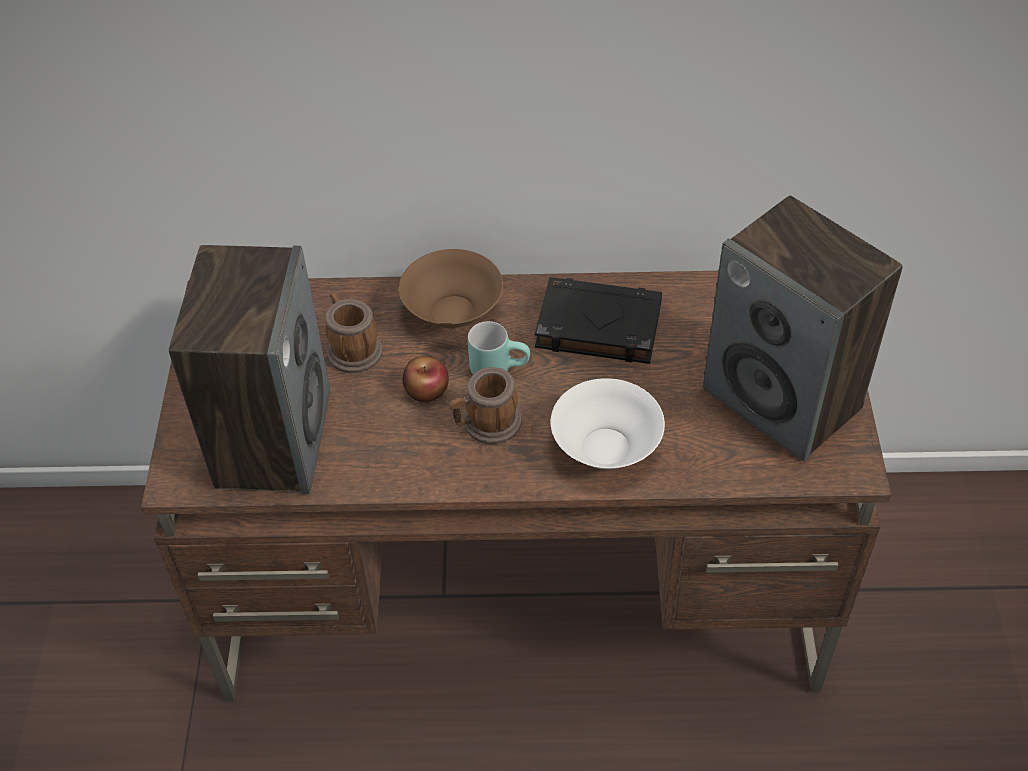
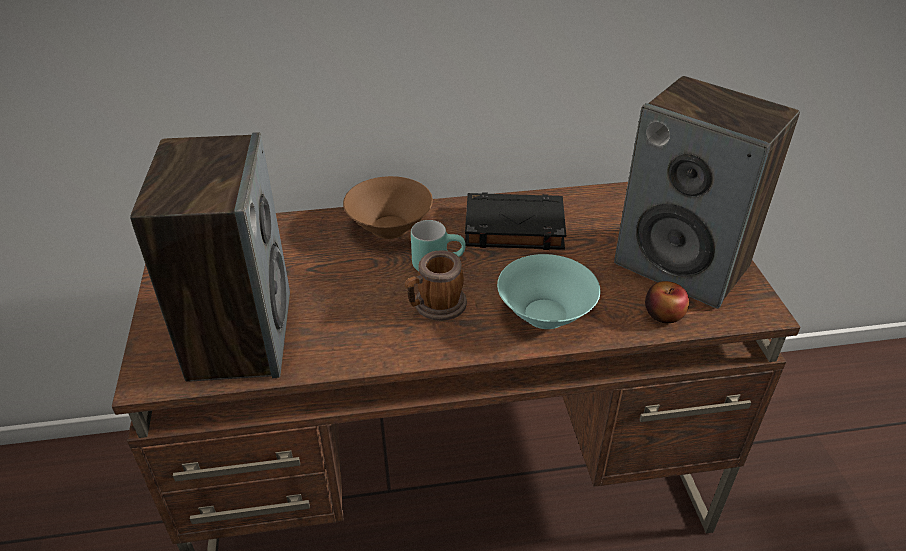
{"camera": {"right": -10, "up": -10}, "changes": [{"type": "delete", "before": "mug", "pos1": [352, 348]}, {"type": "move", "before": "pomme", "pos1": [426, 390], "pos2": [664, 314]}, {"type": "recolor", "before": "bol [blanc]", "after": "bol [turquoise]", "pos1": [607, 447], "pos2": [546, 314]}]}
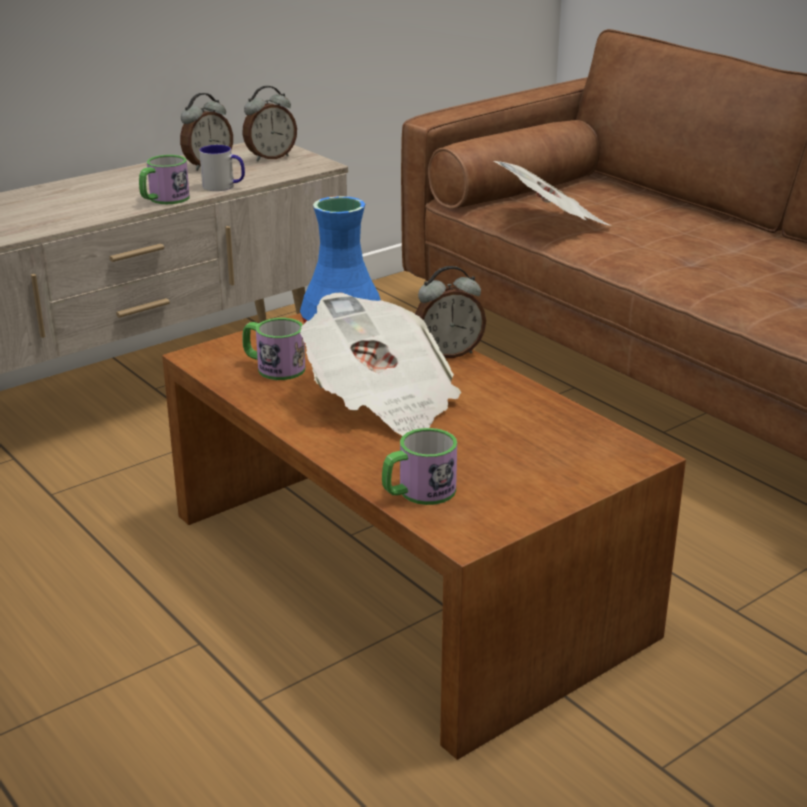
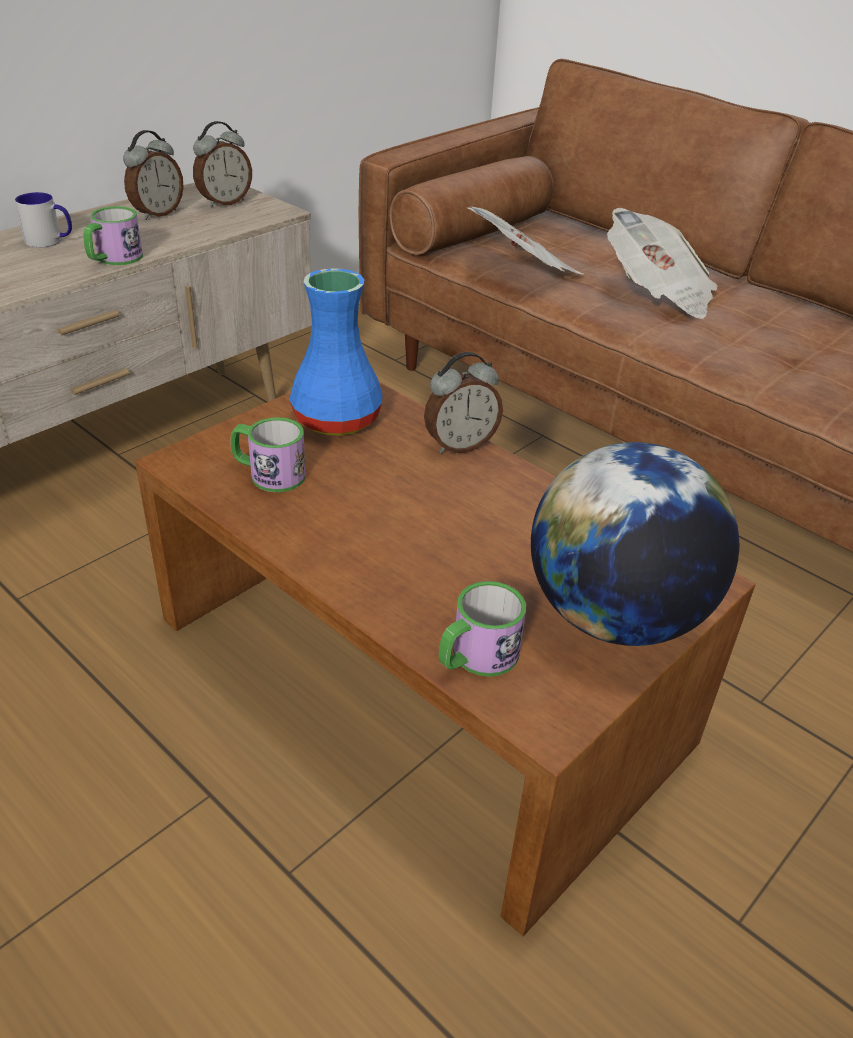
{"camera": {"right": -10, "up": 10}, "changes": [{"type": "insert", "after": "globe", "pos2": [615, 616]}, {"type": "move", "before": "mug", "pos1": [224, 186], "pos2": [50, 241]}, {"type": "move", "before": "journal", "pos1": [382, 402], "pos2": [657, 294]}]}
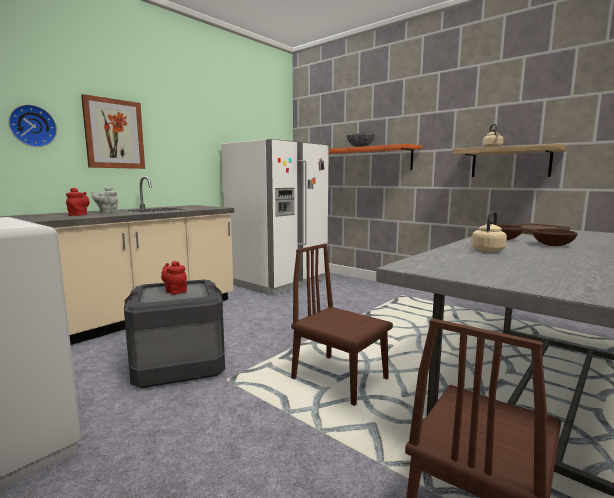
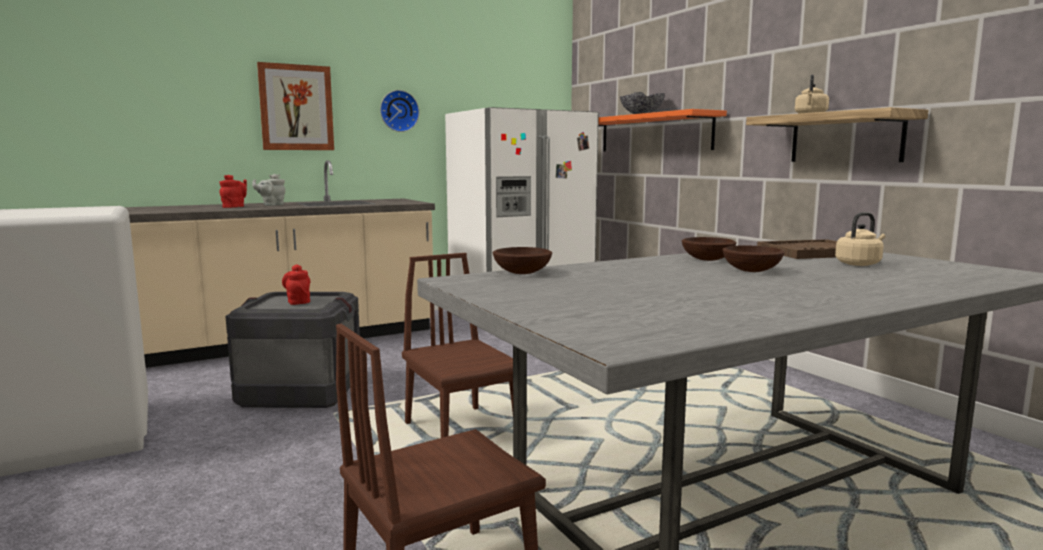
{"camera": {"right": 20, "up": 0}, "changes": [{"type": "insert", "after": "bol [marron]", "pos2": [523, 273]}, {"type": "move", "before": "horloge murale", "pos1": [32, 126], "pos2": [398, 111]}, {"type": "move", "before": "bouilloire [beige]", "pos1": [488, 250], "pos2": [859, 264]}]}
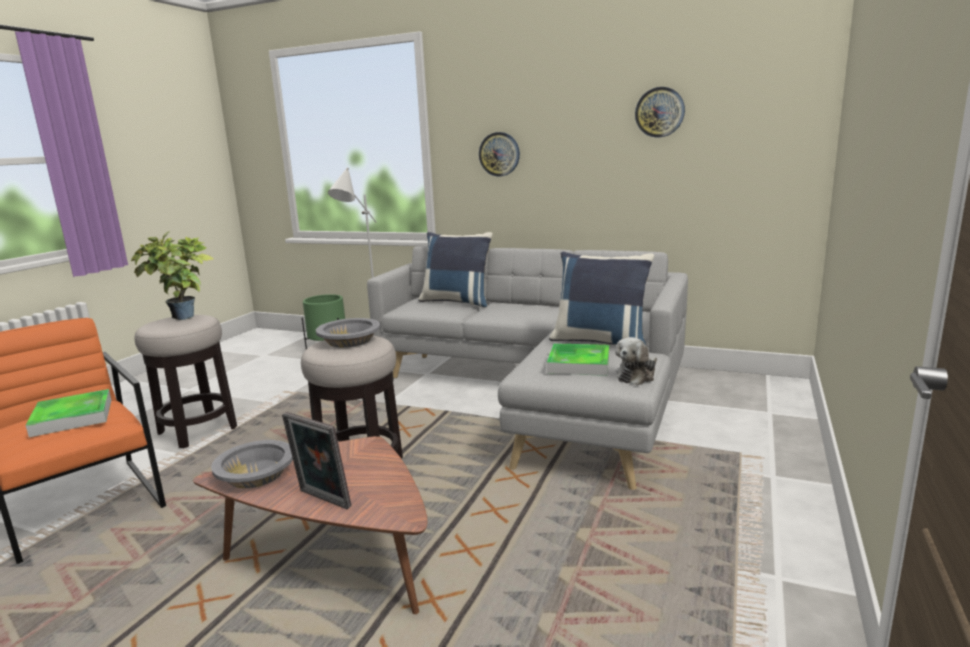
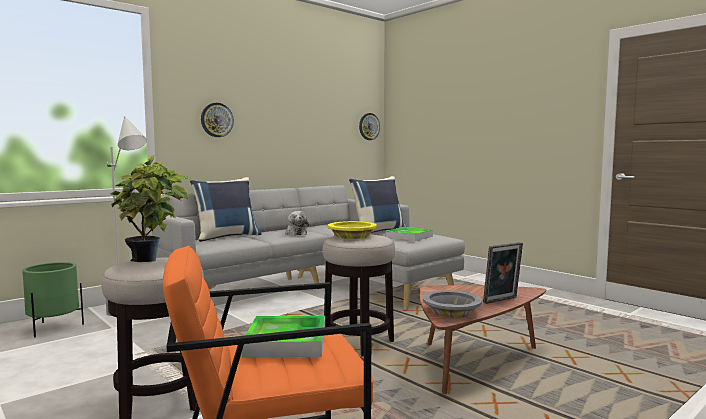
{"camera": {"right": -65, "up": -10}, "changes": [{"type": "move", "before": "peluche", "pos1": [637, 376], "pos2": [296, 233]}, {"type": "move", "before": "horloge murale", "pos1": [659, 112], "pos2": [369, 126]}, {"type": "recolor", "before": "bol [gris]", "after": "bol [jaune]", "pos1": [349, 340], "pos2": [352, 236]}]}
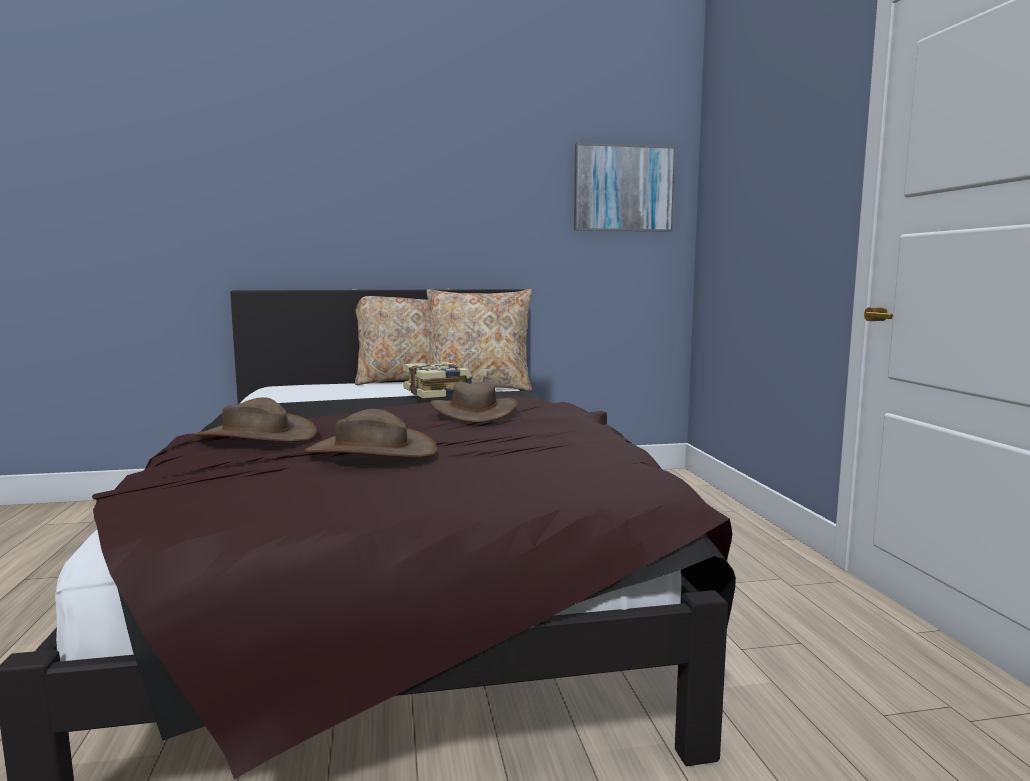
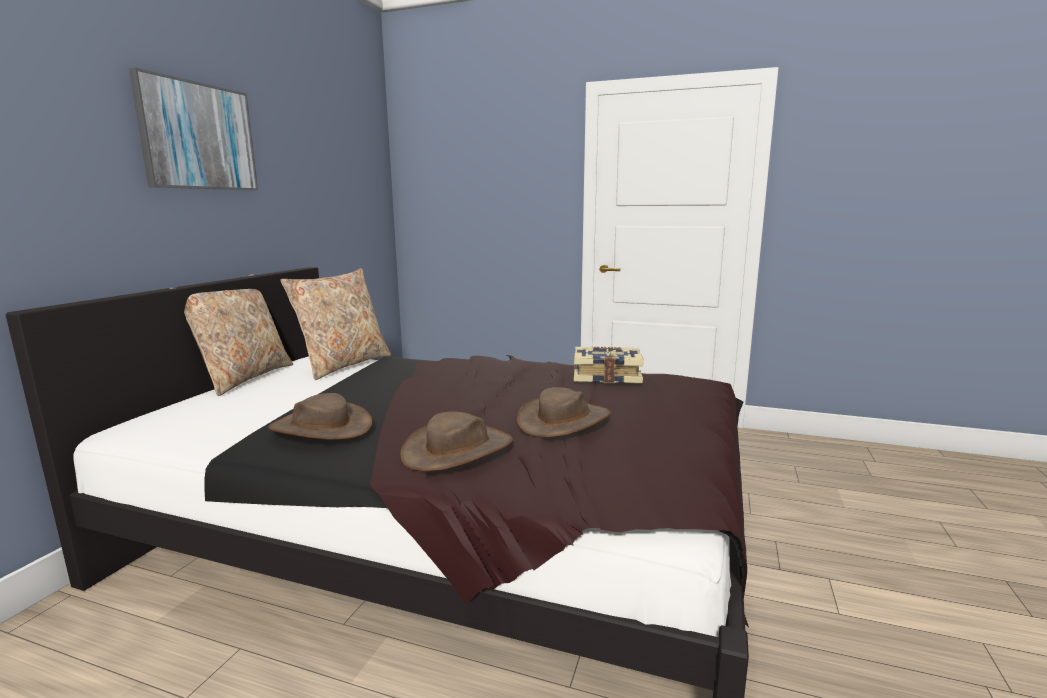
{"camera": {"right": -60, "up": 5}, "changes": [{"type": "move", "before": "livre", "pos1": [438, 393], "pos2": [606, 376]}, {"type": "move", "before": "chapeau [marron]", "pos1": [474, 412], "pos2": [321, 427]}, {"type": "move", "before": "tableau", "pos1": [623, 188], "pos2": [198, 136]}]}
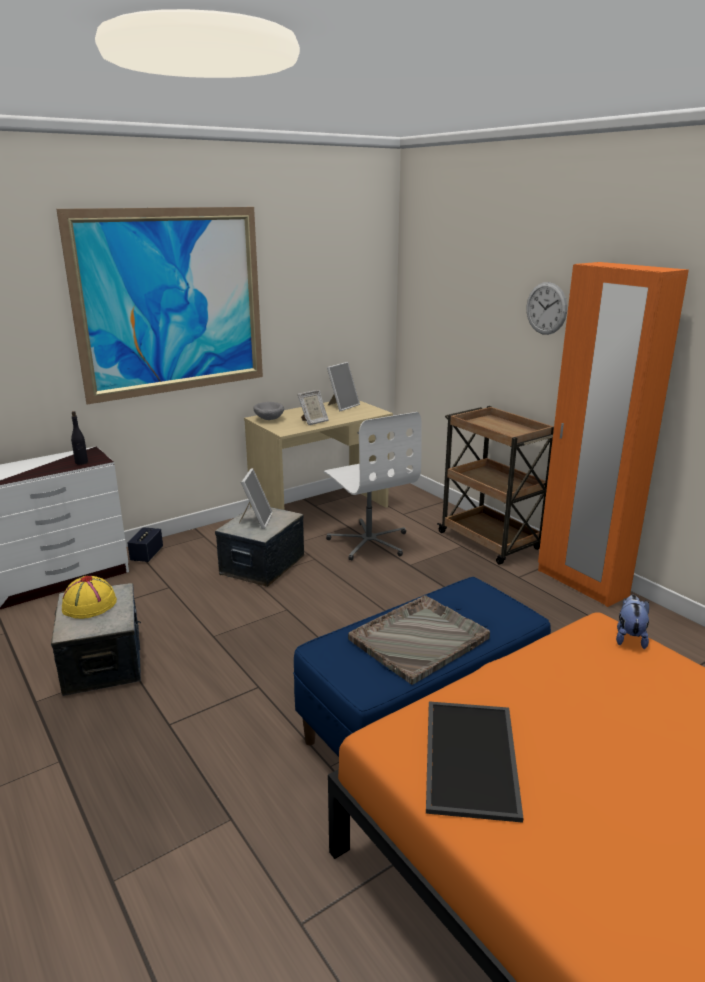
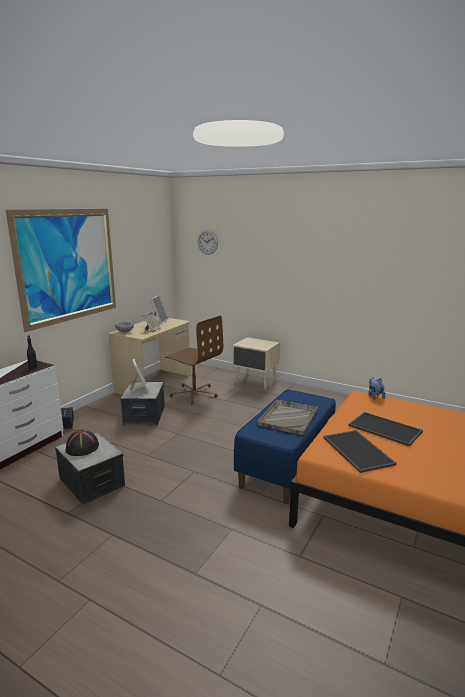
{"camera": {"right": -25, "up": -5}, "changes": [{"type": "delete", "before": "armoire [orange]", "pos1": [581, 583]}, {"type": "insert", "after": "plateau", "pos2": [383, 429]}, {"type": "move", "before": "horloge murale", "pos1": [546, 308], "pos2": [207, 242]}, {"type": "replace", "before": "chariot [marron]", "after": "table de chevet [beige]", "pos1": [490, 541], "pos2": [255, 382]}, {"type": "recolor", "before": "chapeau [jaune]", "after": "chapeau [noir]", "pos1": [89, 605], "pos2": [82, 448]}, {"type": "recolor", "before": "chaise de bureau [blanc]", "after": "chaise de bureau [marron]", "pos1": [369, 542], "pos2": [194, 393]}]}
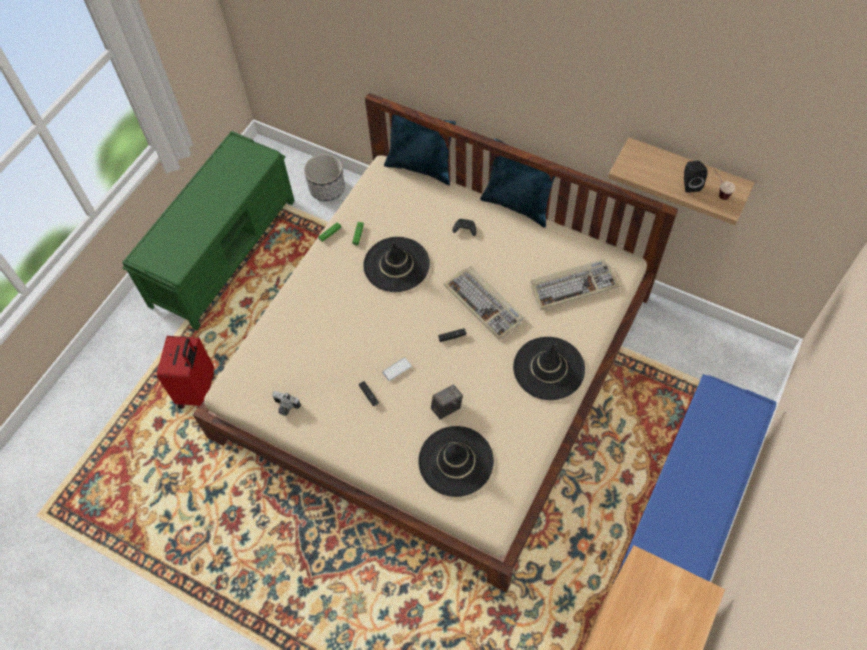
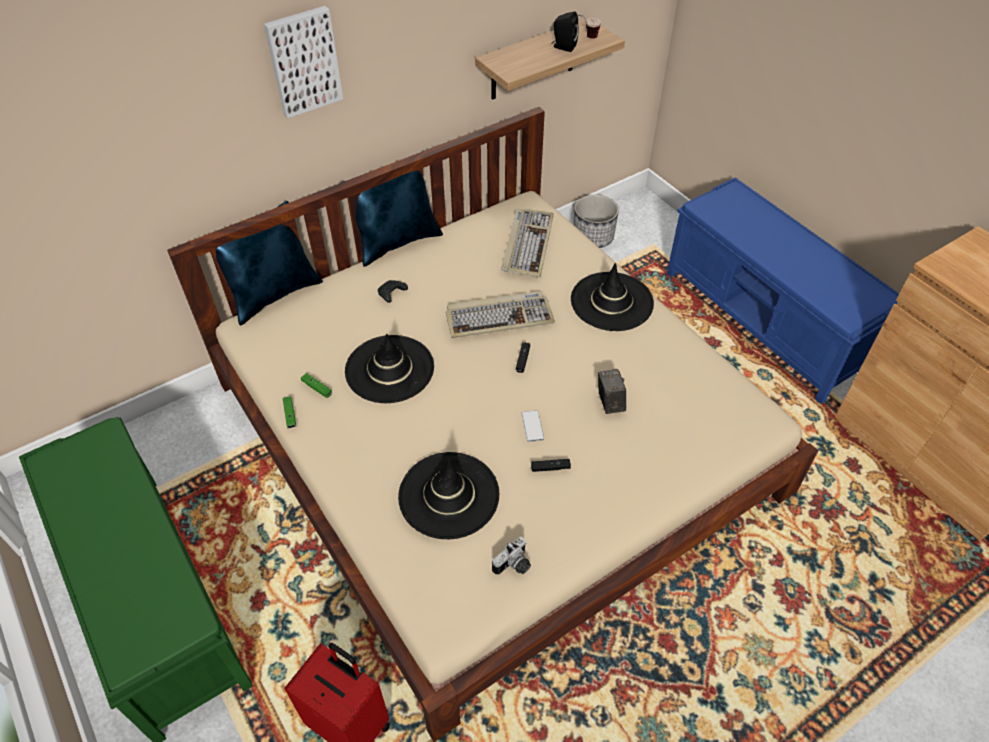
{"camera": {"right": -65, "up": -10}, "changes": [{"type": "insert", "after": "tableau", "pos2": [303, 61]}, {"type": "move", "before": "cache-pot", "pos1": [327, 189], "pos2": [593, 237]}, {"type": "move", "before": "chapeau [noir]", "pos1": [456, 461], "pos2": [448, 495]}]}
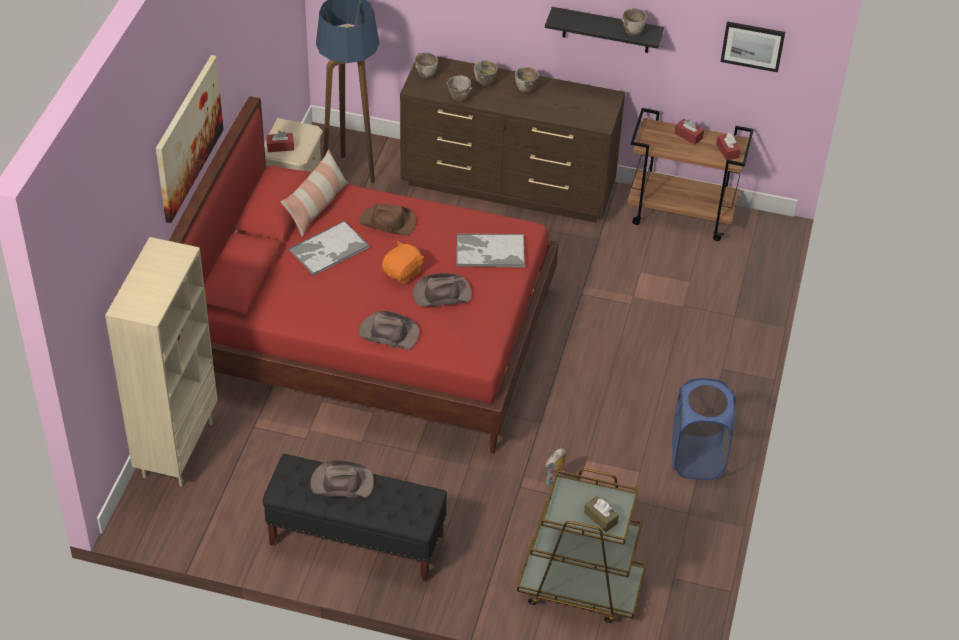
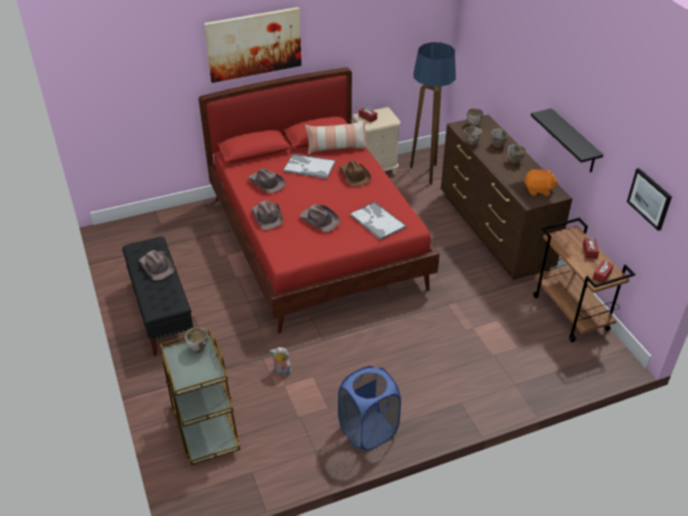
{"camera": {"right": 55, "up": -5}, "changes": [{"type": "delete", "before": "bibliothèque [beige]", "pos1": [177, 449]}, {"type": "delete", "before": "boîte à mouchoirs [marron]", "pos1": [600, 518]}, {"type": "insert", "after": "chapeau [marron]", "pos2": [266, 183]}, {"type": "move", "before": "peluche [orange]", "pos1": [403, 273], "pos2": [538, 190]}, {"type": "move", "before": "bol", "pos1": [634, 33], "pos2": [198, 349]}]}
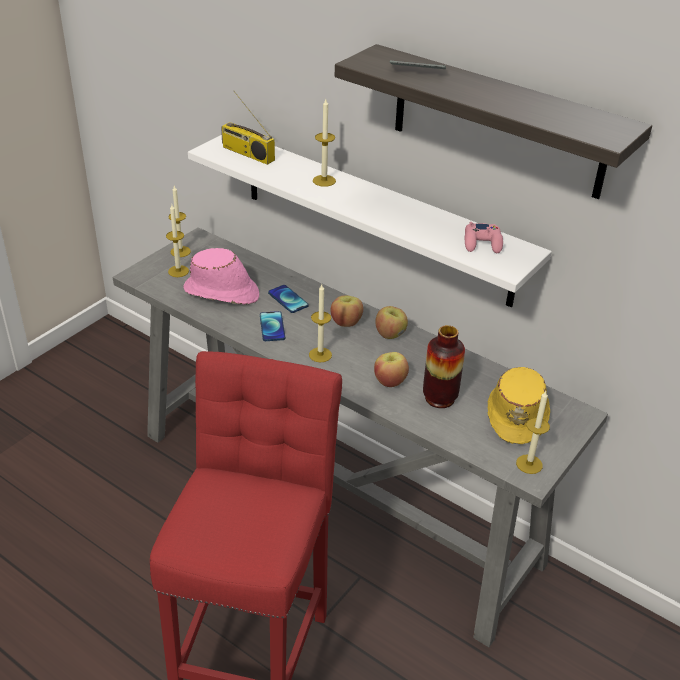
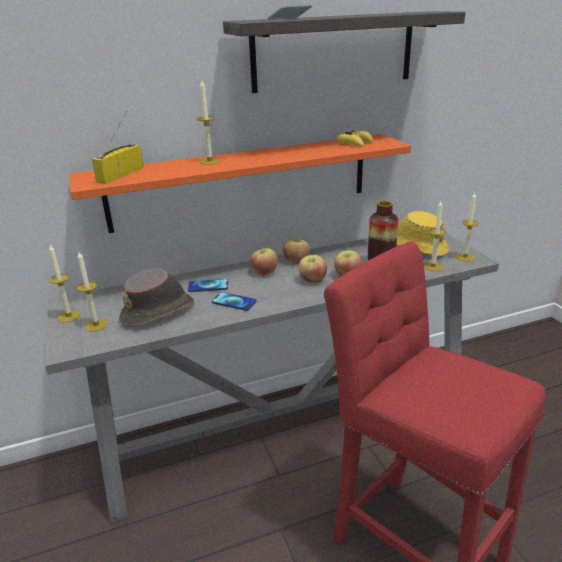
{"camera": {"right": -55, "up": -10}, "changes": [{"type": "insert", "after": "pomme", "pos2": [312, 280]}, {"type": "move", "before": "bougie", "pos1": [320, 355], "pos2": [433, 267]}, {"type": "recolor", "before": "chapeau [rose]", "after": "chapeau [marron]", "pos1": [222, 293], "pos2": [159, 312]}, {"type": "recolor", "before": "étagère [blanc]", "after": "étagère [orange]", "pos1": [374, 216], "pos2": [241, 182]}, {"type": "recolor", "before": "manette [rose]", "after": "manette [jaune]", "pos1": [482, 243], "pos2": [355, 143]}, {"type": "rotate", "before": "radio", "pos1": [246, 153], "pos2": [121, 174], "turn": 135}]}
